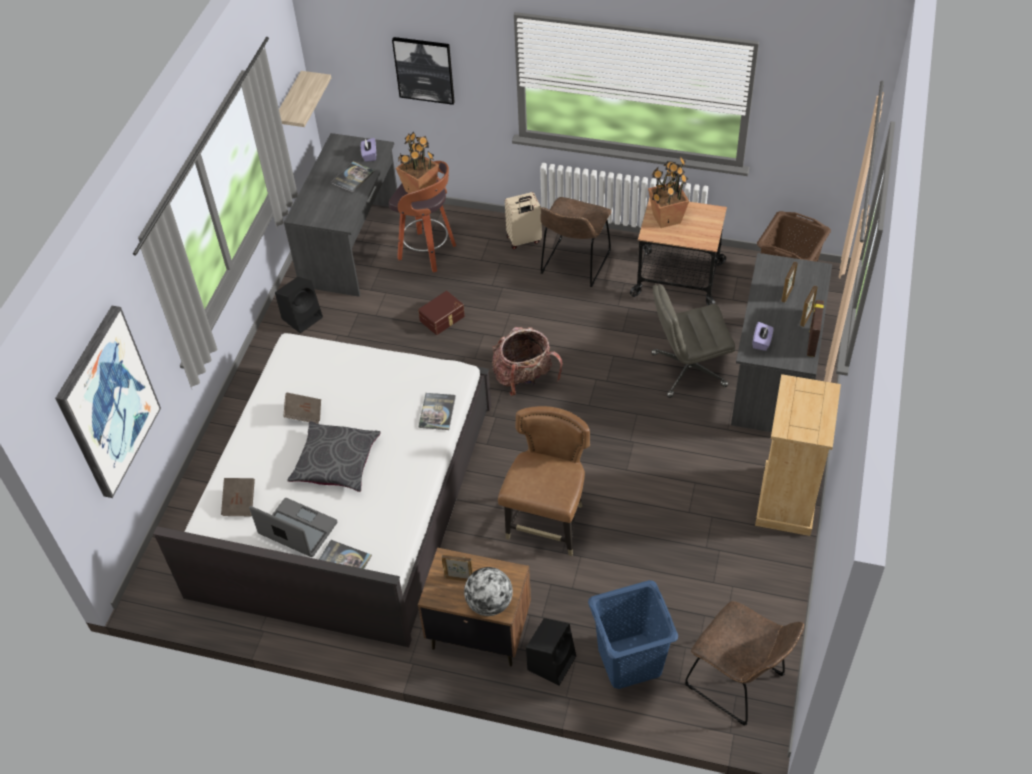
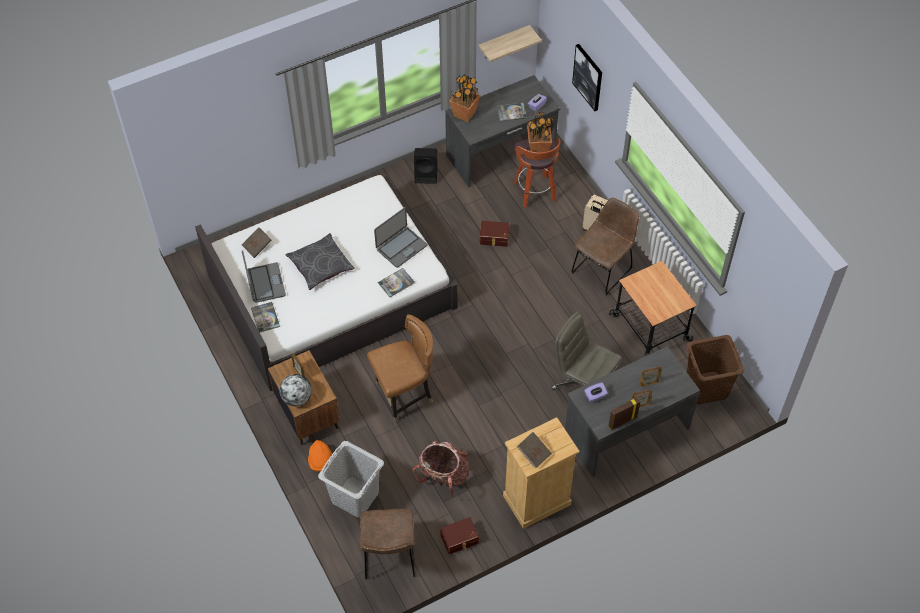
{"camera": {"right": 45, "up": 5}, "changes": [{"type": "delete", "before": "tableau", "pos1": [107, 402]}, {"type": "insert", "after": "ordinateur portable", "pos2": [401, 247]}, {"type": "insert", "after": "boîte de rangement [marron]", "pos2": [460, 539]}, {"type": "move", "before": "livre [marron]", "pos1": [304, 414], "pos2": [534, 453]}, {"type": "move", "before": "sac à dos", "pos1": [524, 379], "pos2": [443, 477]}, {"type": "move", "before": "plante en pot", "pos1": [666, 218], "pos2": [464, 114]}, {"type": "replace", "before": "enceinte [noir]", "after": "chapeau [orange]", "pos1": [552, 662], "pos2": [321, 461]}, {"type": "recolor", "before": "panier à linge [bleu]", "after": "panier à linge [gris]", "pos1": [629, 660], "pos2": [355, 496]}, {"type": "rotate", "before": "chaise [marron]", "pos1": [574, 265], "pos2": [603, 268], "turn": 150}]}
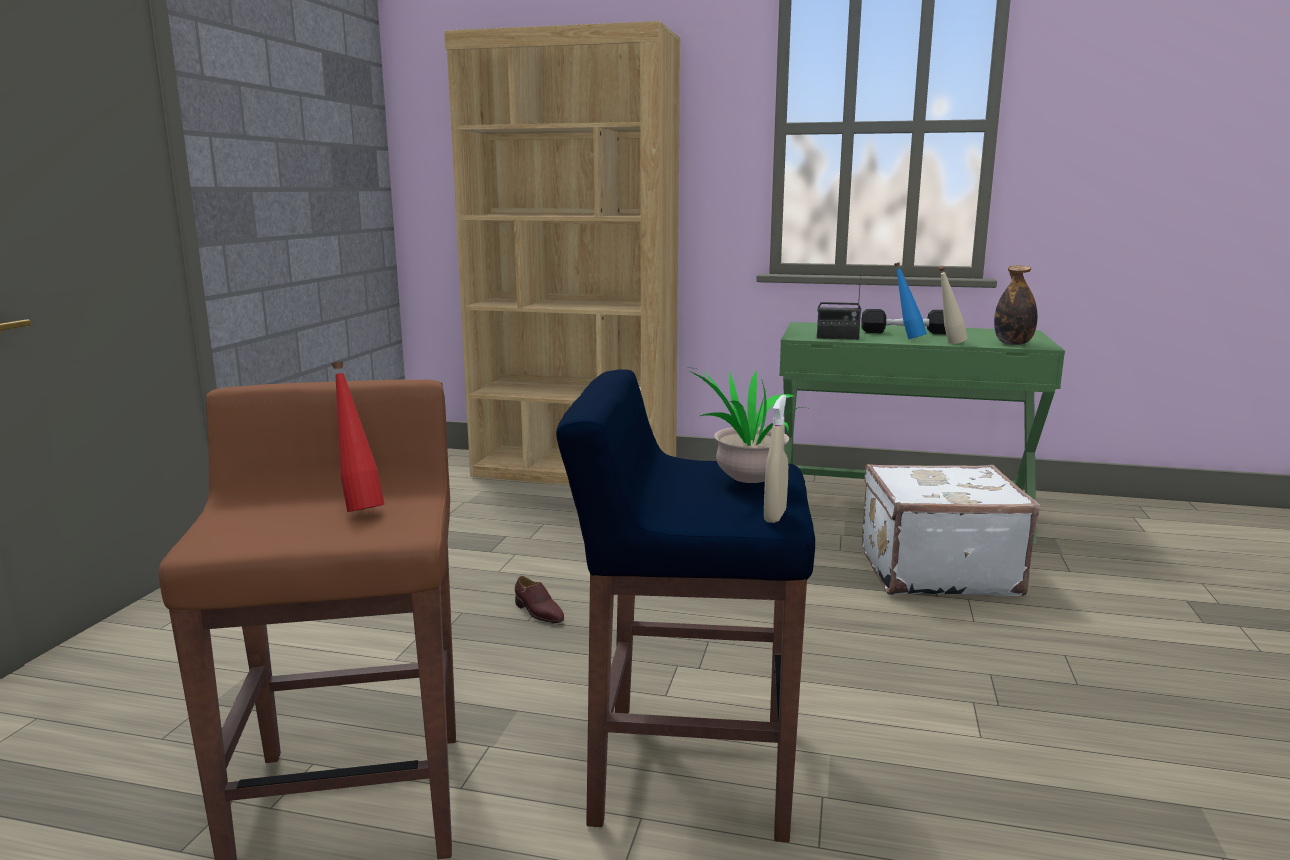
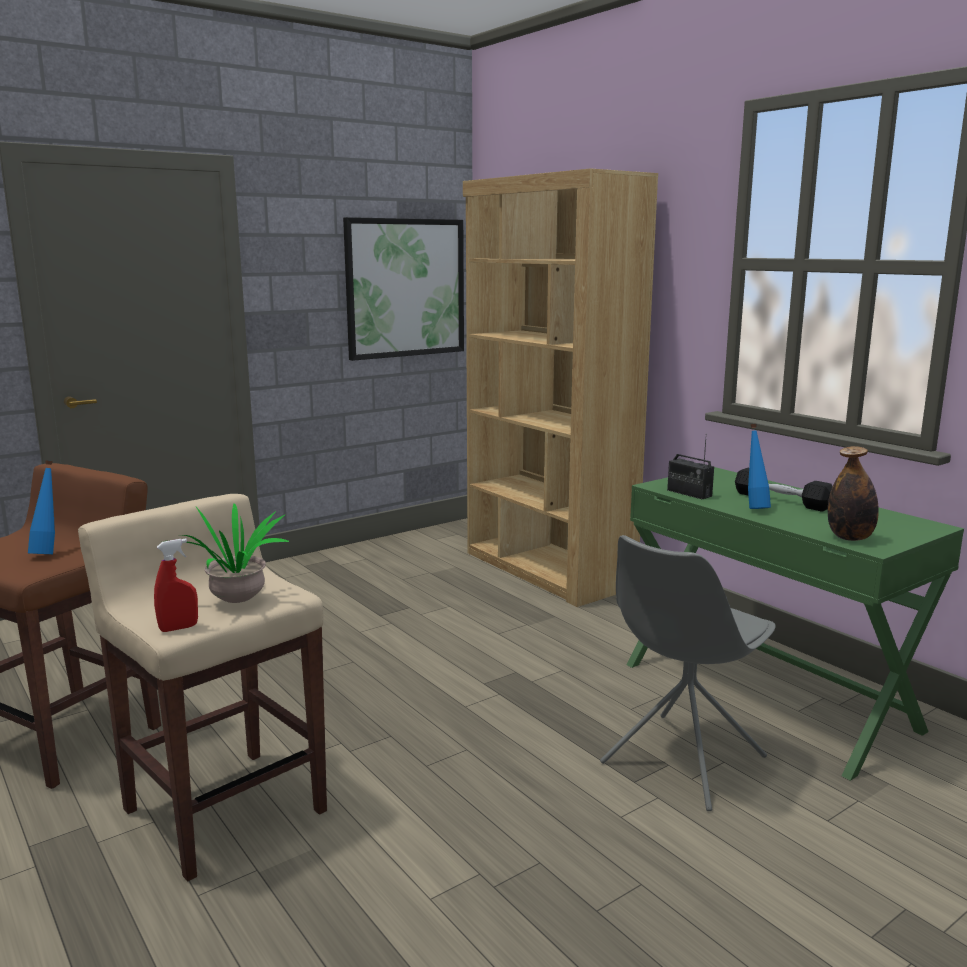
{"camera": {"right": 40, "up": 0}, "changes": [{"type": "delete", "before": "chaussure [marron]", "pos1": [538, 612]}, {"type": "delete", "before": "bouteille [beige]", "pos1": [948, 343]}, {"type": "insert", "after": "tableau", "pos2": [405, 288]}, {"type": "replace", "before": "valise [blanc]", "after": "chaise [gris]", "pos1": [936, 571], "pos2": [681, 761]}, {"type": "recolor", "before": "bouteille [rouge]", "after": "bouteille [bleu]", "pos1": [359, 508], "pos2": [48, 553]}, {"type": "recolor", "before": "tabouret [bleu]", "after": "tabouret [beige]", "pos1": [688, 769], "pos2": [224, 809]}, {"type": "recolor", "before": "vaporisateur [beige]", "after": "vaporisateur [rouge]", "pos1": [775, 516], "pos2": [178, 628]}]}
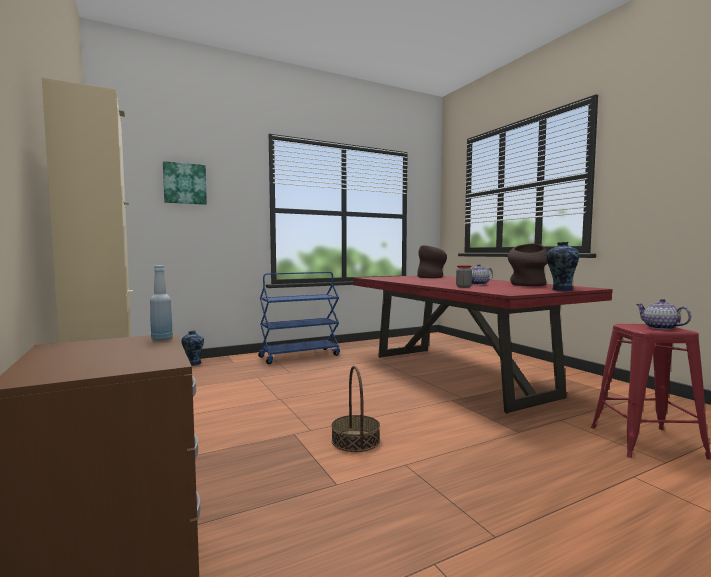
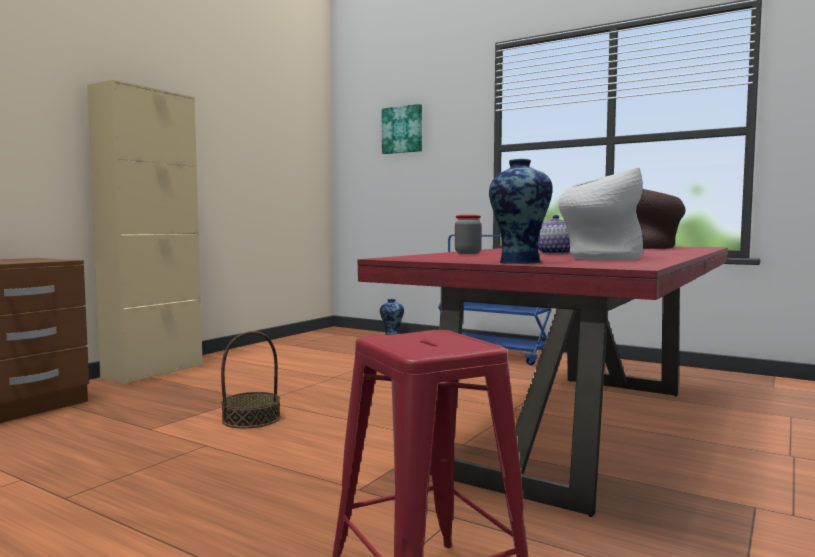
{"camera": {"right": 60, "up": 0}, "changes": [{"type": "delete", "before": "bouteille [bleu]", "pos1": [162, 339]}, {"type": "delete", "before": "théière", "pos1": [660, 328]}, {"type": "recolor", "before": "vase [marron]", "after": "vase [blanc]", "pos1": [527, 285], "pos2": [597, 258]}]}
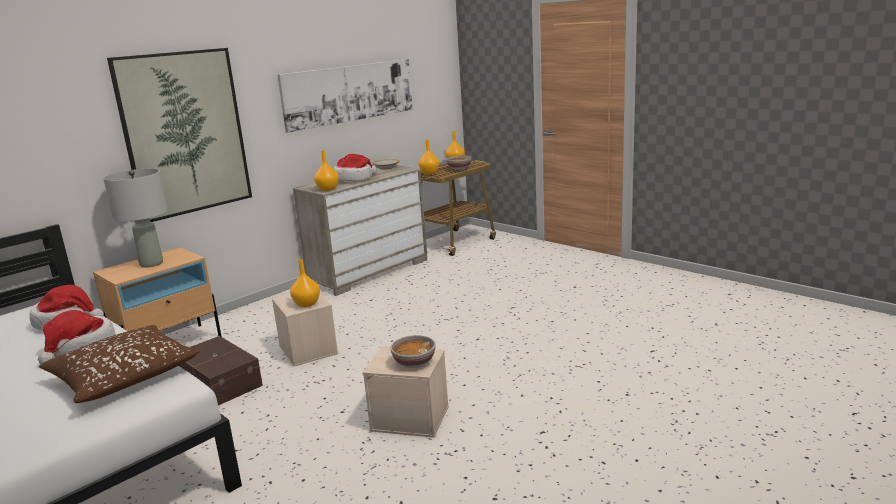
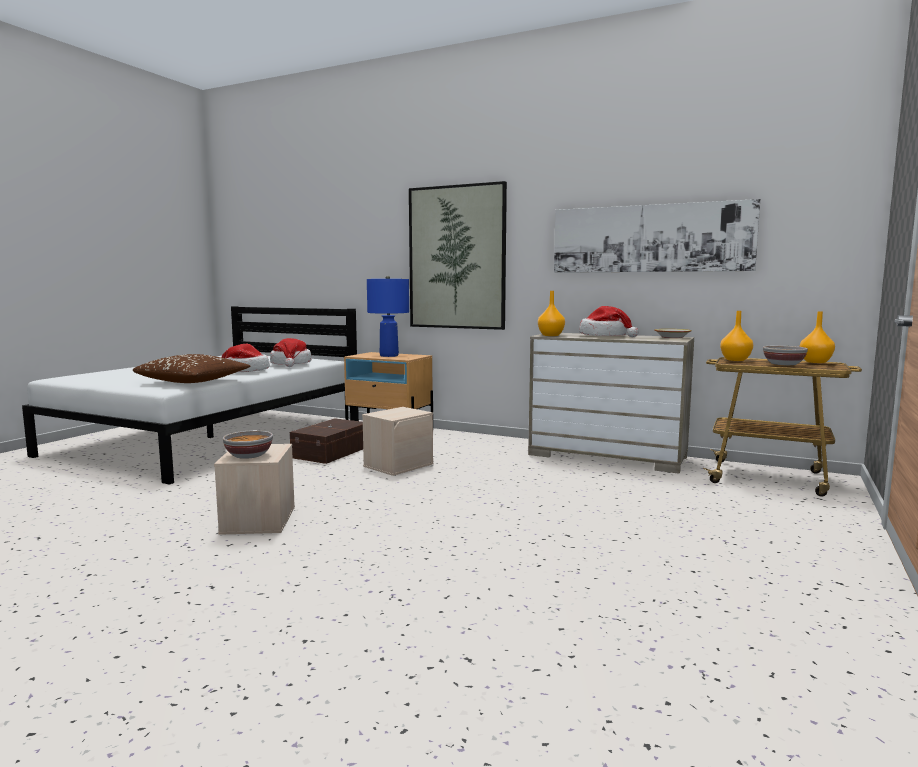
{"camera": {"right": 70, "up": -10}, "changes": [{"type": "delete", "before": "vase [orange]", "pos1": [306, 304]}, {"type": "recolor", "before": "lampe de table [gris]", "after": "lampe de table [bleu]", "pos1": [151, 263], "pos2": [389, 355]}]}
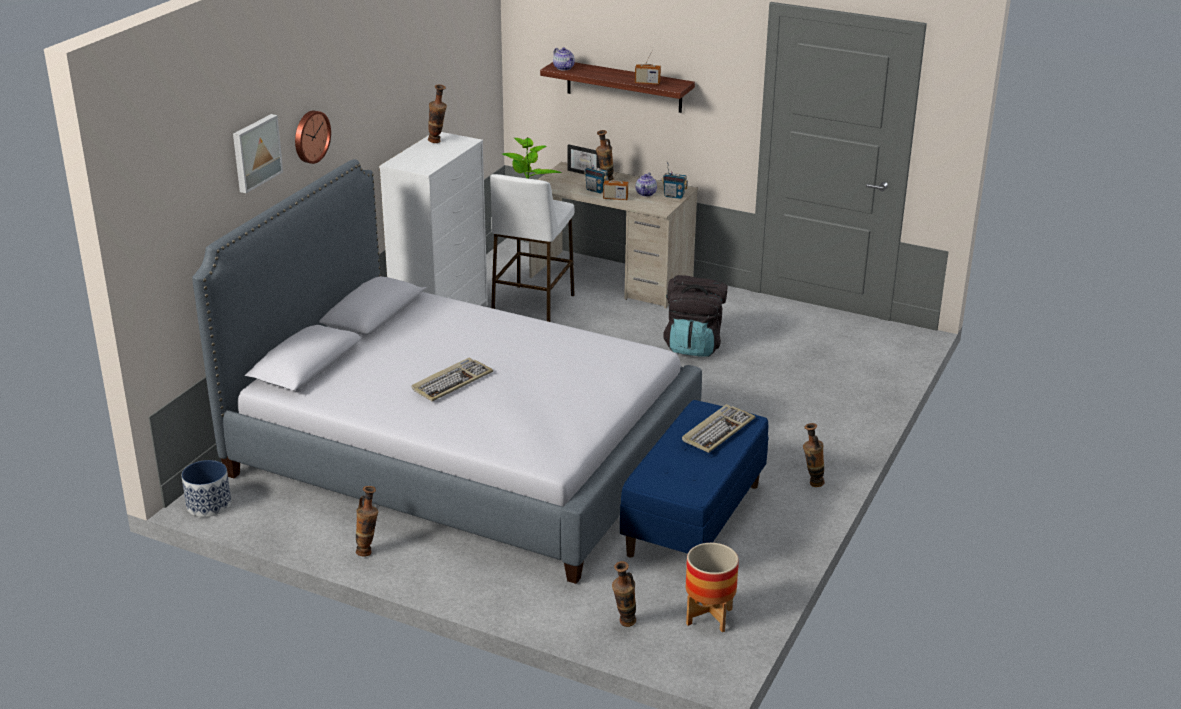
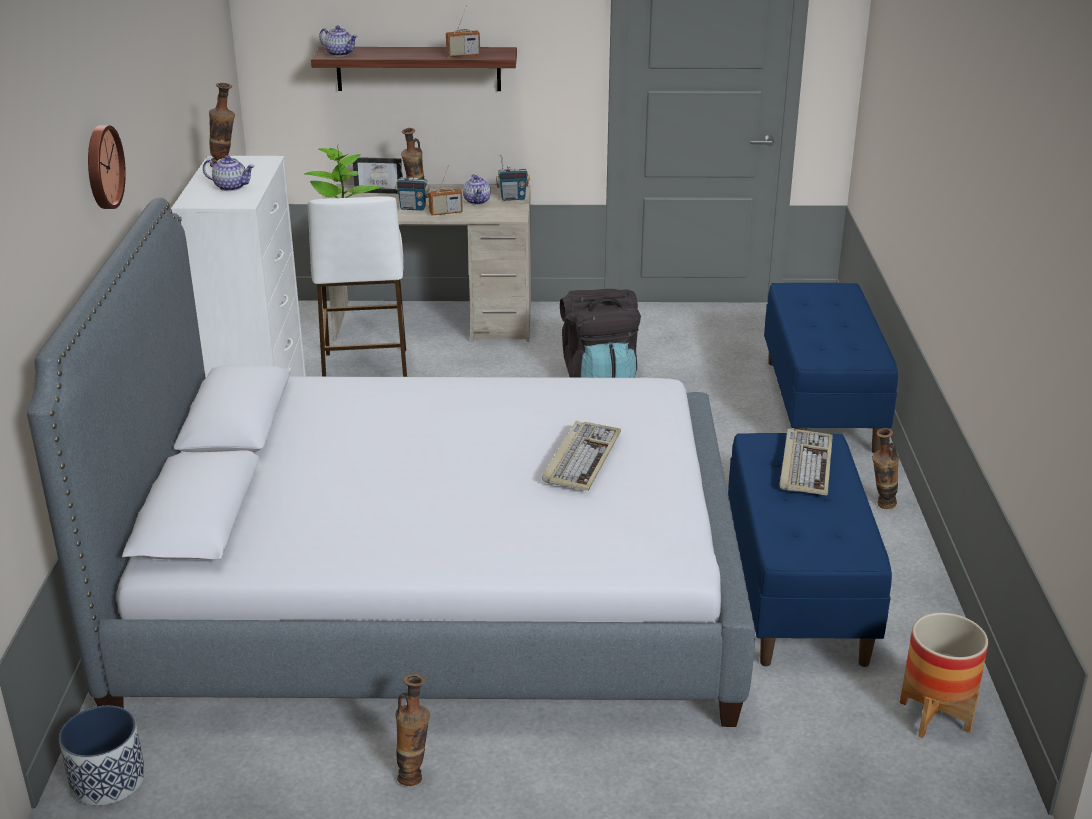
{"camera": {"right": -25, "up": 0}, "changes": [{"type": "delete", "before": "tableau", "pos1": [255, 152]}, {"type": "delete", "before": "vase", "pos1": [624, 624]}, {"type": "insert", "after": "théière", "pos2": [231, 187]}, {"type": "insert", "after": "banc [bleu]", "pos2": [822, 405]}, {"type": "move", "before": "clavier", "pos1": [452, 382], "pos2": [581, 458]}]}
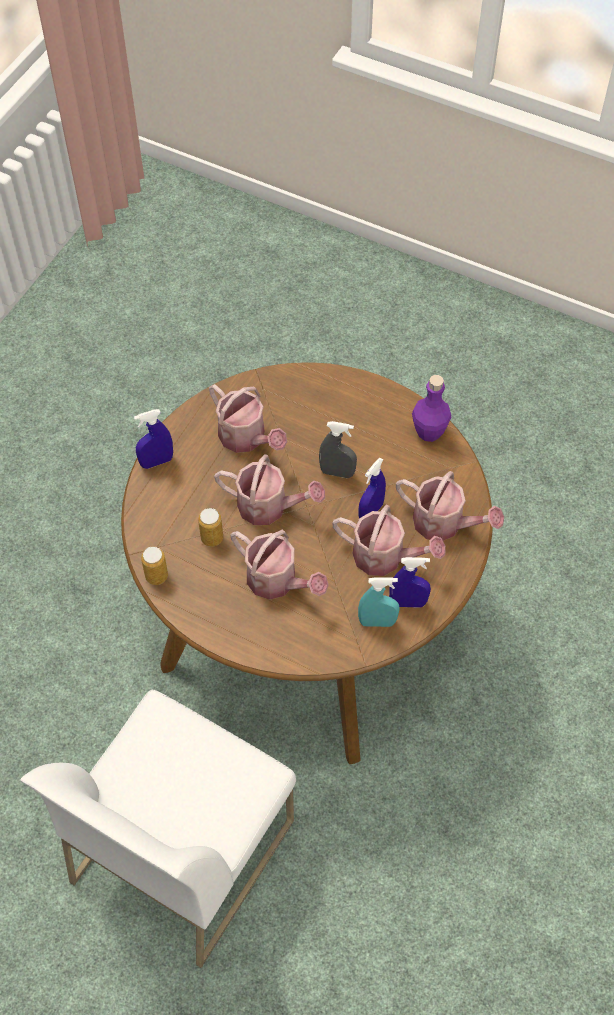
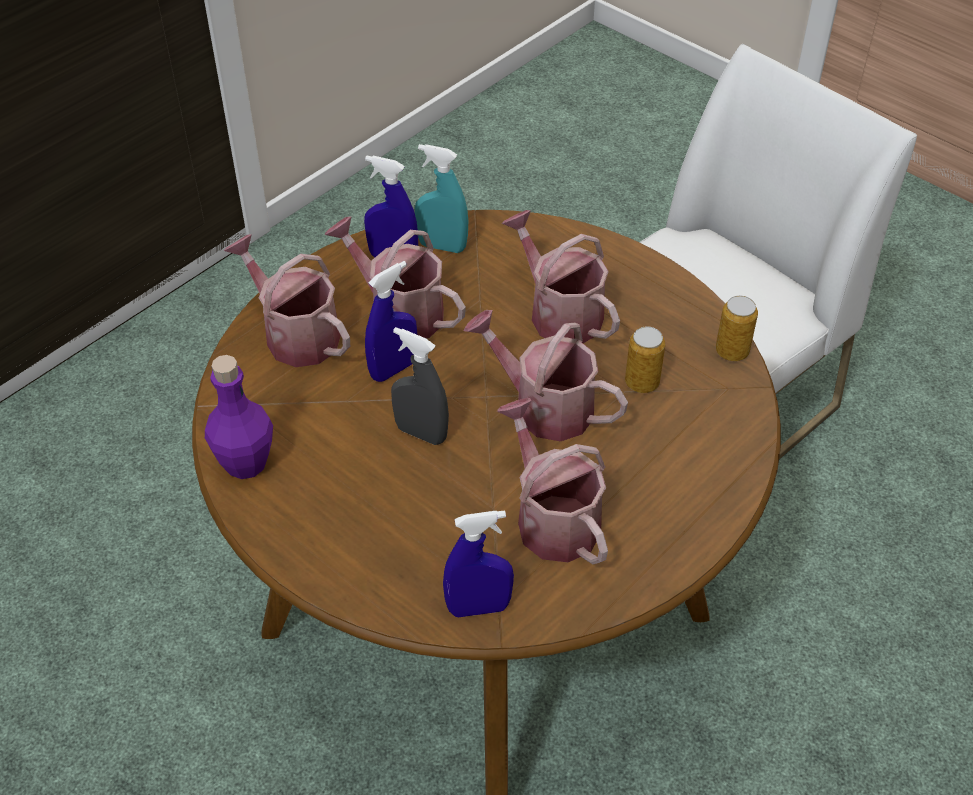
{"camera": {"right": -165, "up": -10}, "changes": [{"type": "move", "before": "vaporisateur [bleu]", "pos1": [156, 462], "pos2": [478, 608]}]}
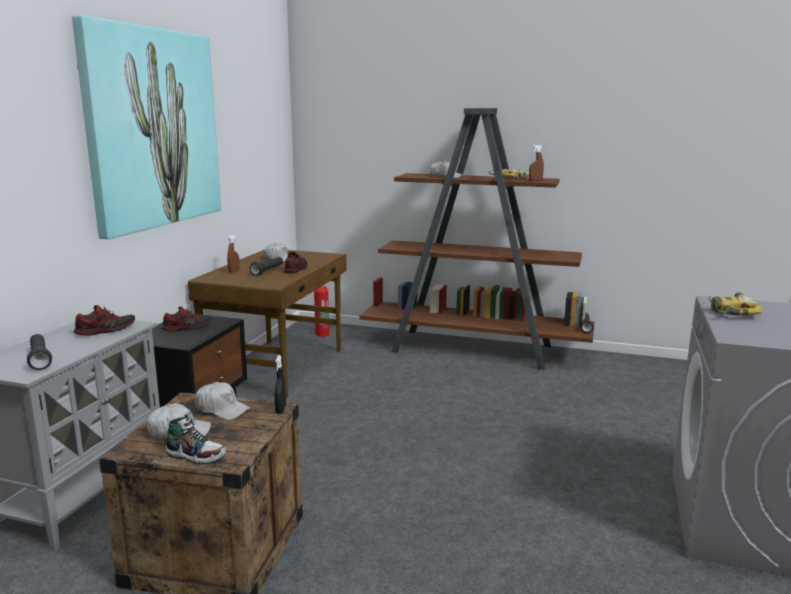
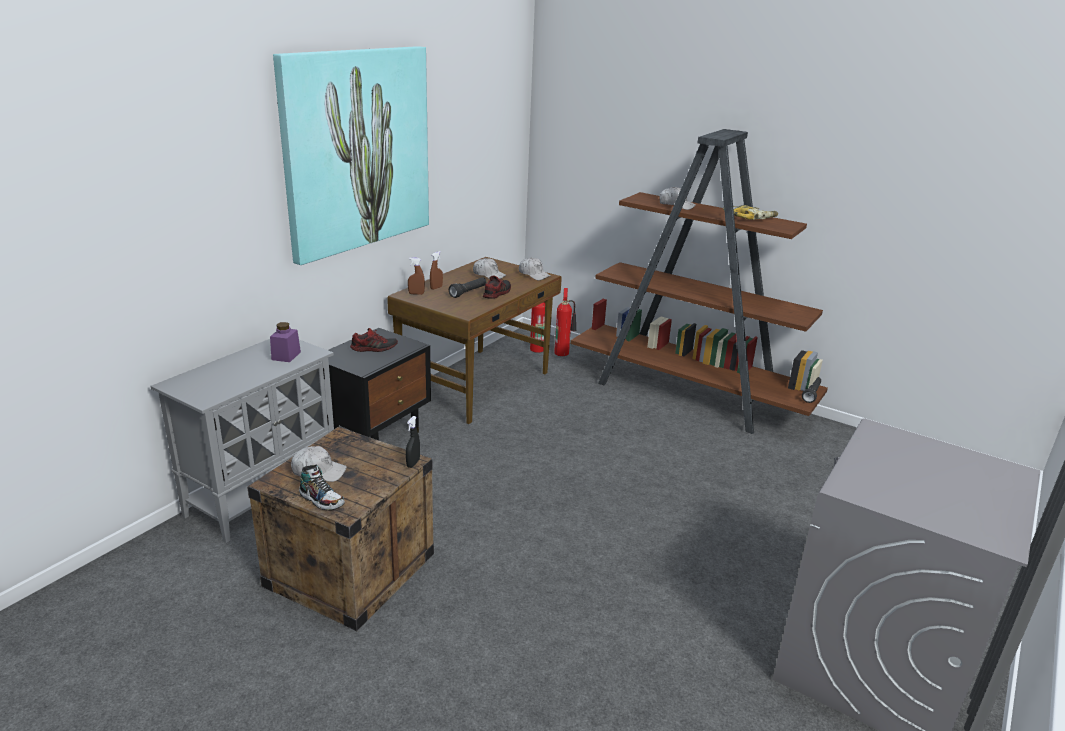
{"camera": {"right": 15, "up": 10}, "changes": [{"type": "delete", "before": "lampe de poche [noir]", "pos1": [39, 359]}, {"type": "delete", "before": "perceuse", "pos1": [729, 311]}, {"type": "insert", "after": "extincteur", "pos2": [563, 352]}, {"type": "move", "before": "casquette [blanc]", "pos1": [222, 409], "pos2": [534, 275]}, {"type": "move", "before": "vaporisateur [marron]", "pos1": [535, 181], "pos2": [416, 294]}, {"type": "replace", "before": "chaussure", "after": "bocal [violet]", "pos1": [105, 330], "pos2": [286, 356]}]}
